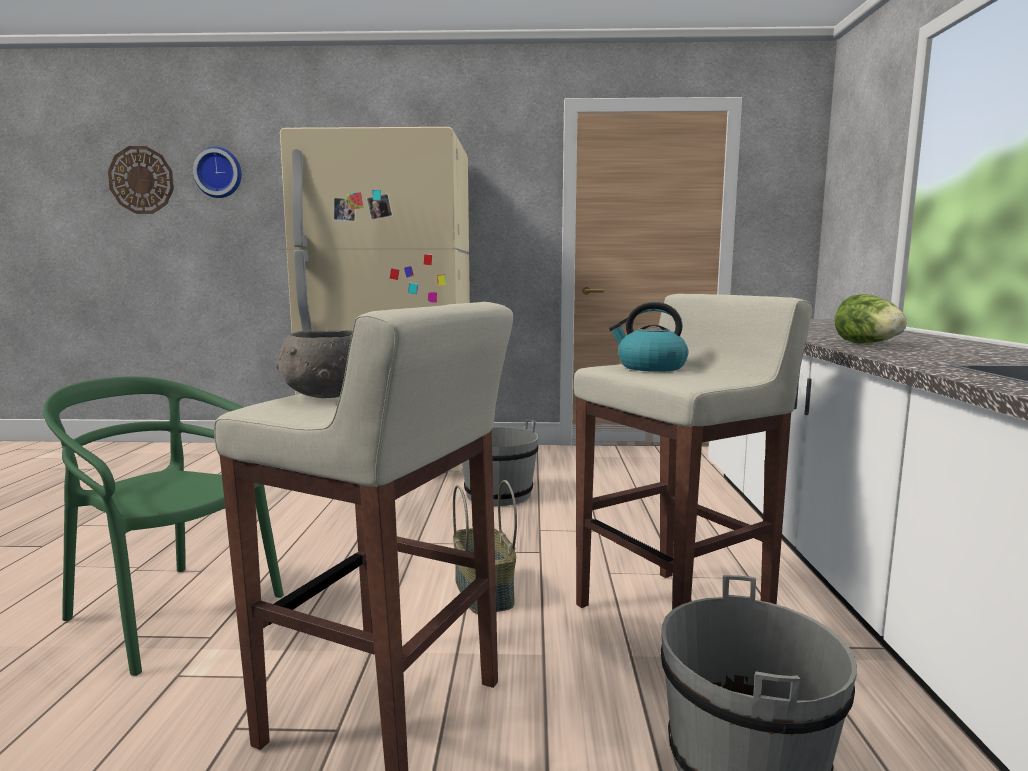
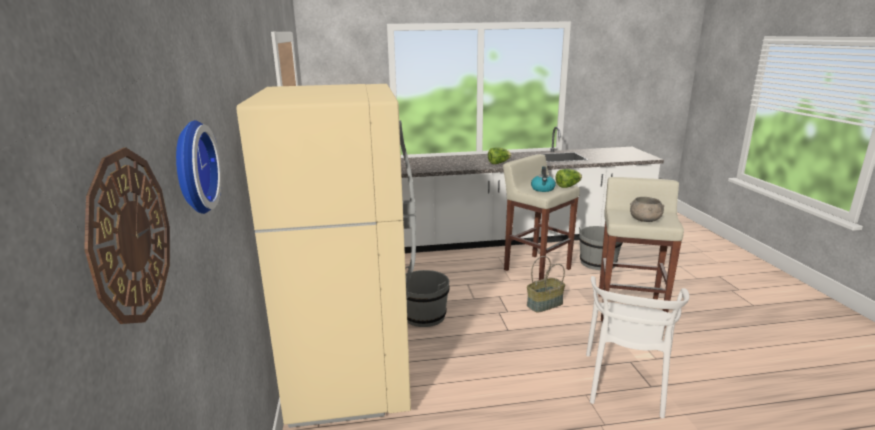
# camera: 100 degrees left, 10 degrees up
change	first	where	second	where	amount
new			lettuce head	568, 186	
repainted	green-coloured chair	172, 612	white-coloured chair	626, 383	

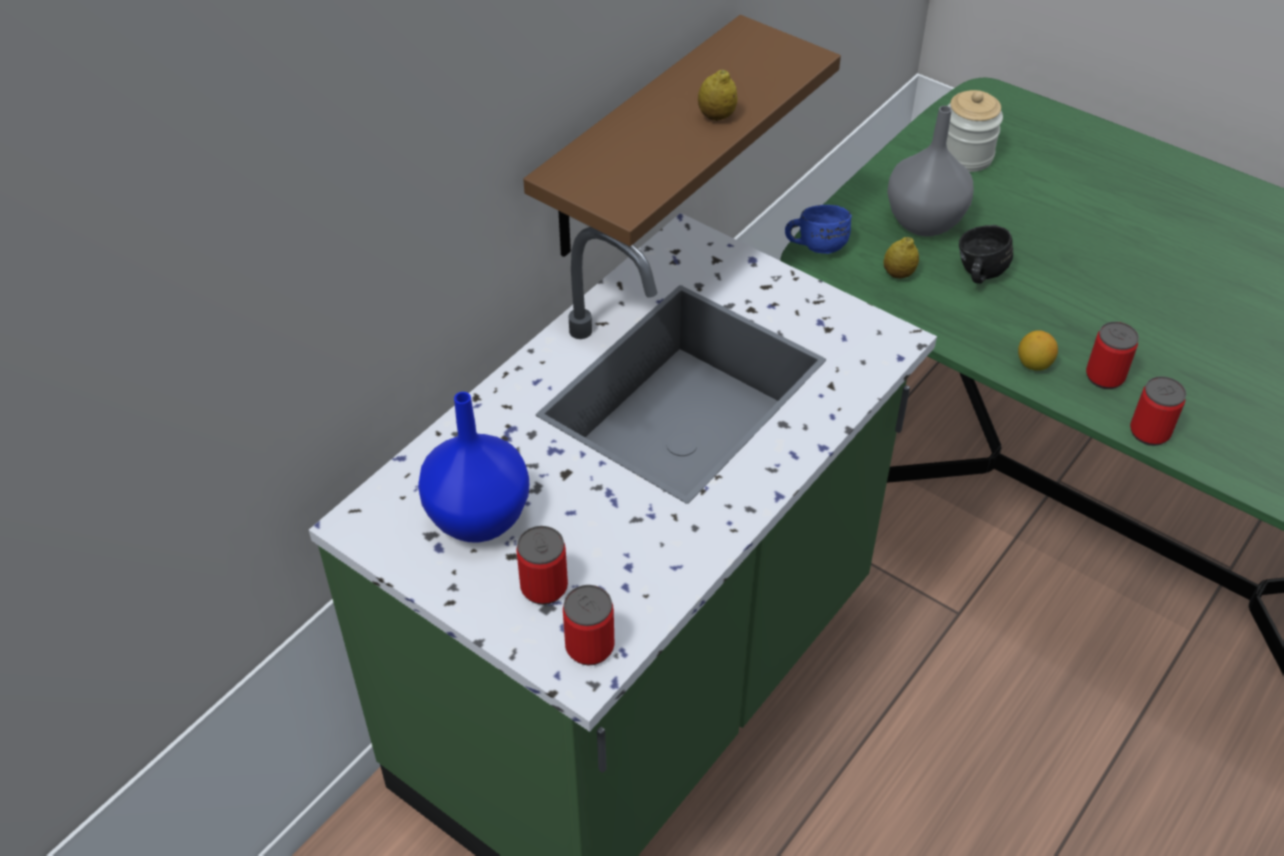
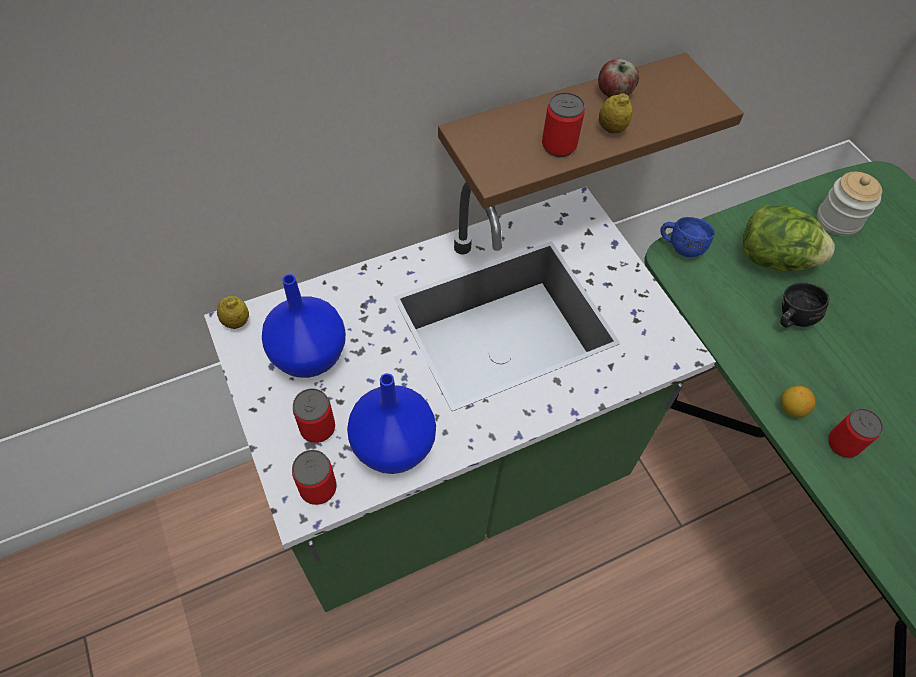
# camera: 25 degrees right, 10 degrees up
change	first	where	second	where	amount
new			blue vase	392, 445	
new			apple fruit	614, 94	
shifted	lemon	898, 274		236, 322	
shifted	metal can	1149, 432		559, 146	
swapped	greyish vase	922, 221	lettuce head	773, 259	

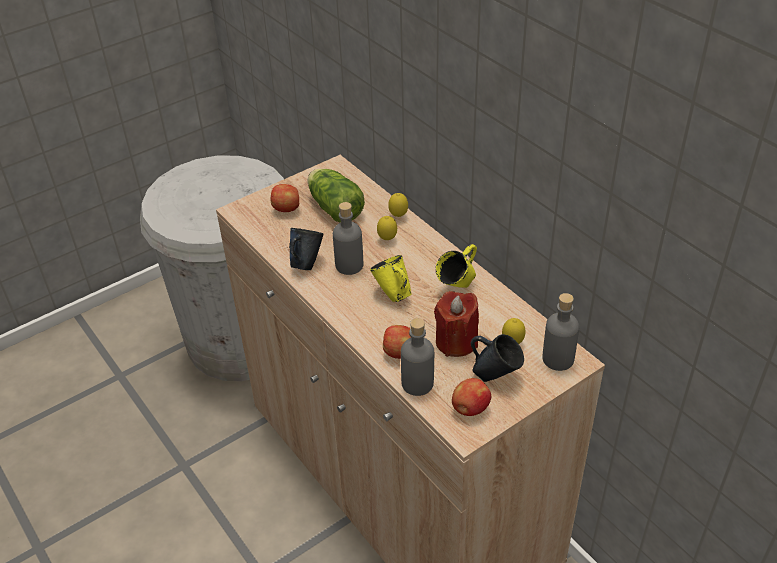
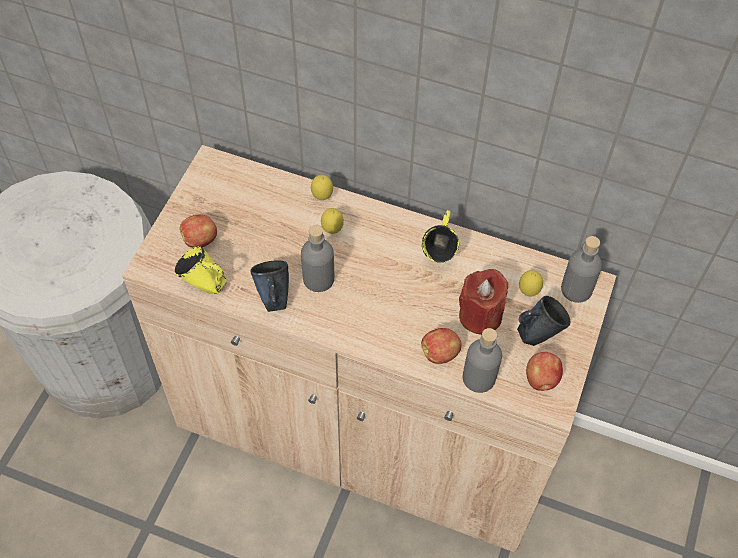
# camera: 35 degrees left, 15 degrees up
change	first	where	second	where	amount
gone	lettuce head	334, 207			
shifted	yellowish tea mug	393, 295		204, 285	

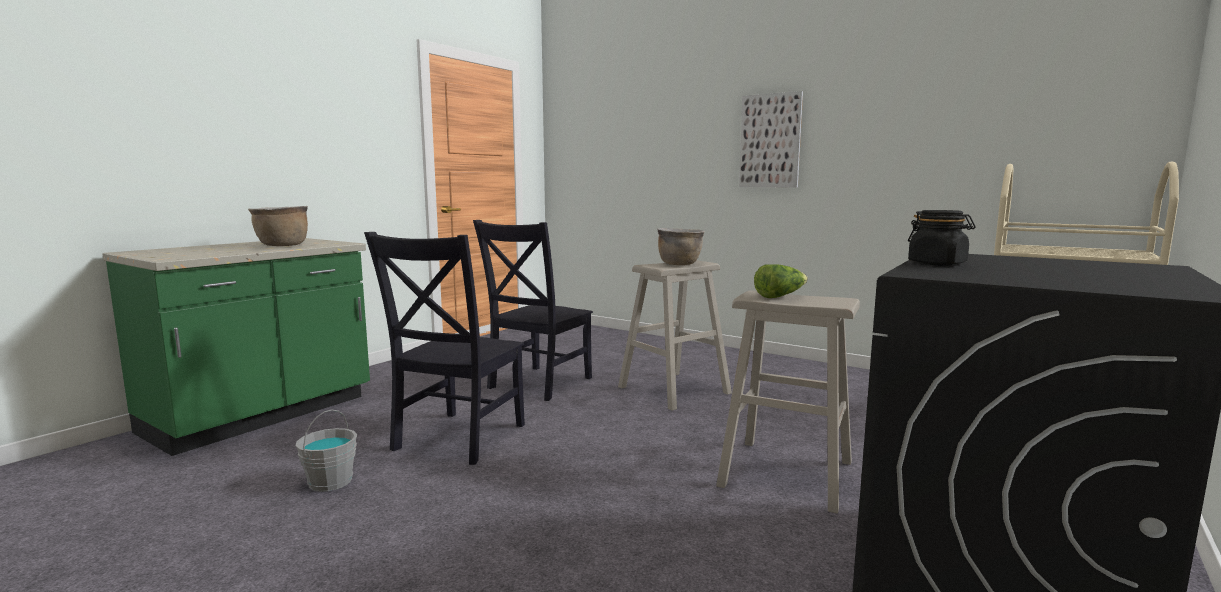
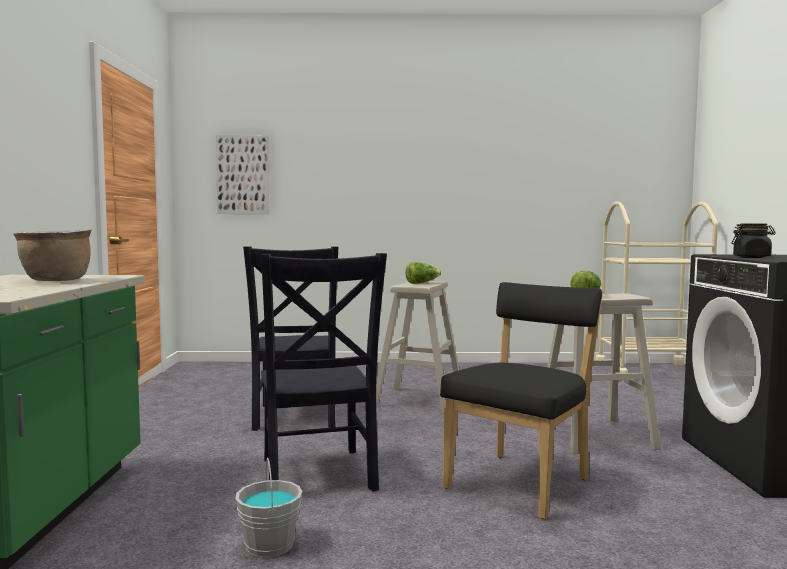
# camera: 35 degrees left, 5 degrees down
change	first	where	second	where	amount
new			black chair	522, 482	
shifted	wall art	770, 141		243, 175	
swapped	brown-coloured saucepot	679, 264	lettuce head	422, 283	

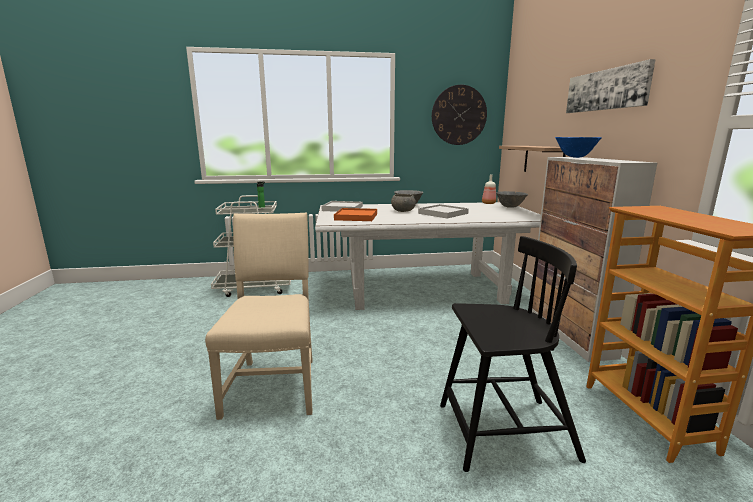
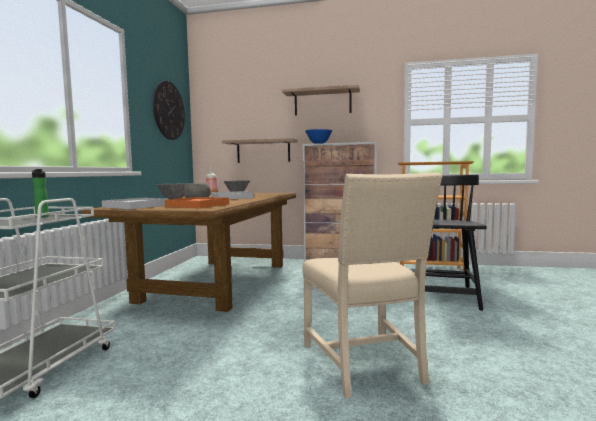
# camera: 70 degrees left, 10 degrees down
change	first	where	second	where	amount
swapped	wall art	606, 90	wall shelf	322, 102	
repainted	white-coloured dining table	423, 289	brown-coloured dining table	217, 282	
rotated	beige-coloured chair	274, 384		365, 364	120 degrees counterclockwise

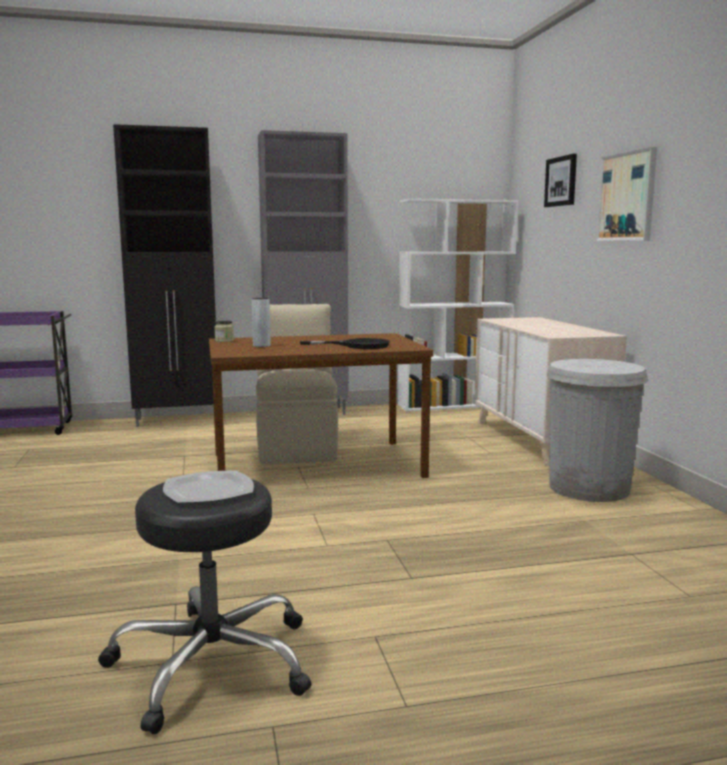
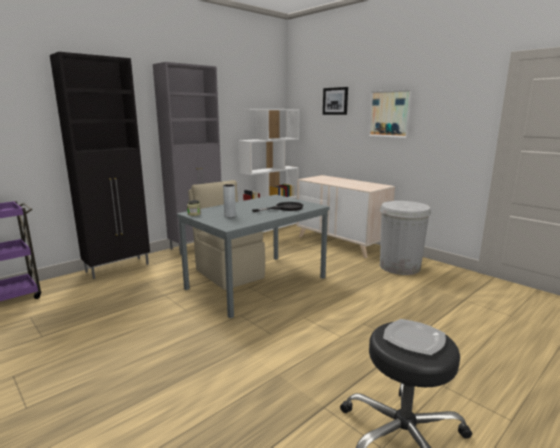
# camera: 30 degrees left, 5 degrees up
change	first	where	second	where	amount
repainted	brown-coloured dining table	317, 464	greyish dining table	257, 282	

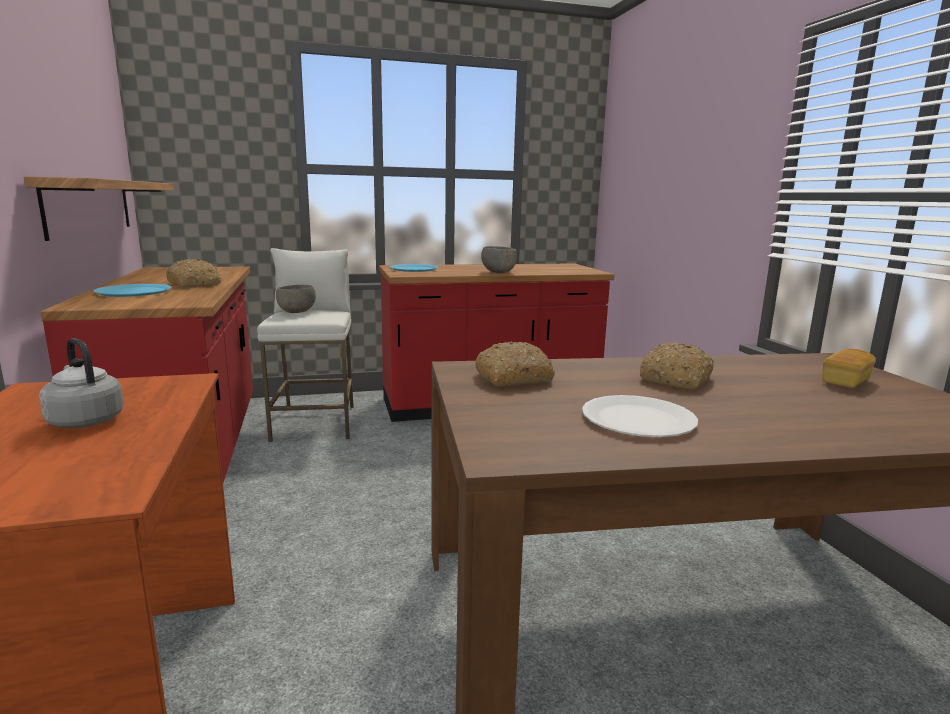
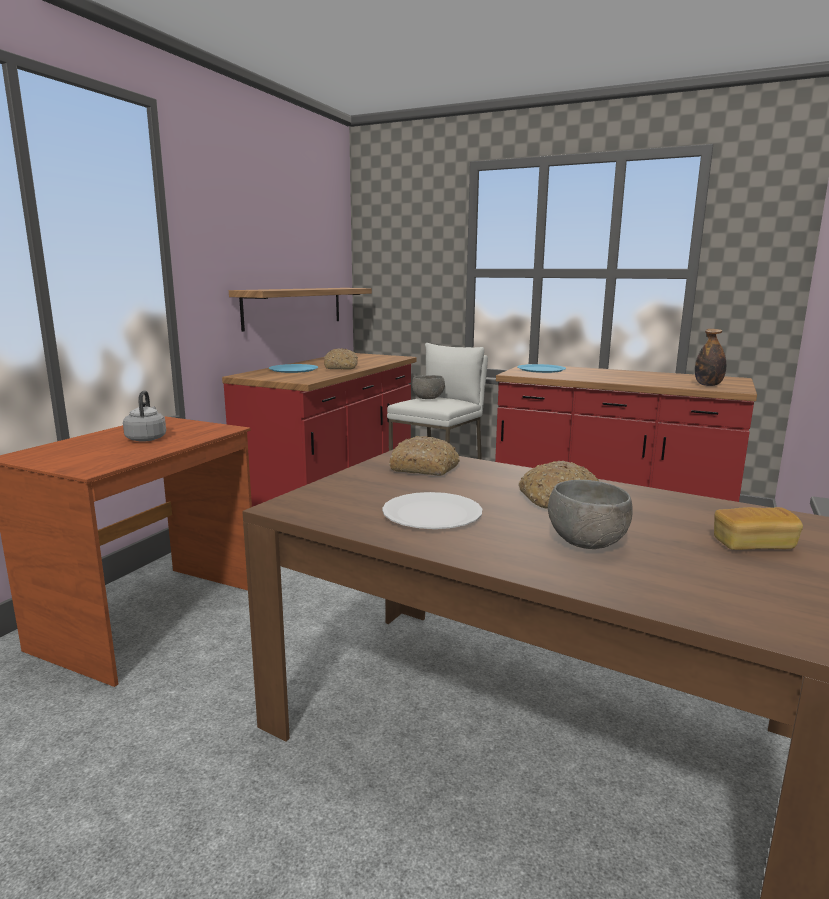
# camera: 40 degrees right, 0 degrees up
change	first	where	second	where	amount
new			beverage bottle	708, 385	
shifted	greyish bowl	498, 272		586, 544	

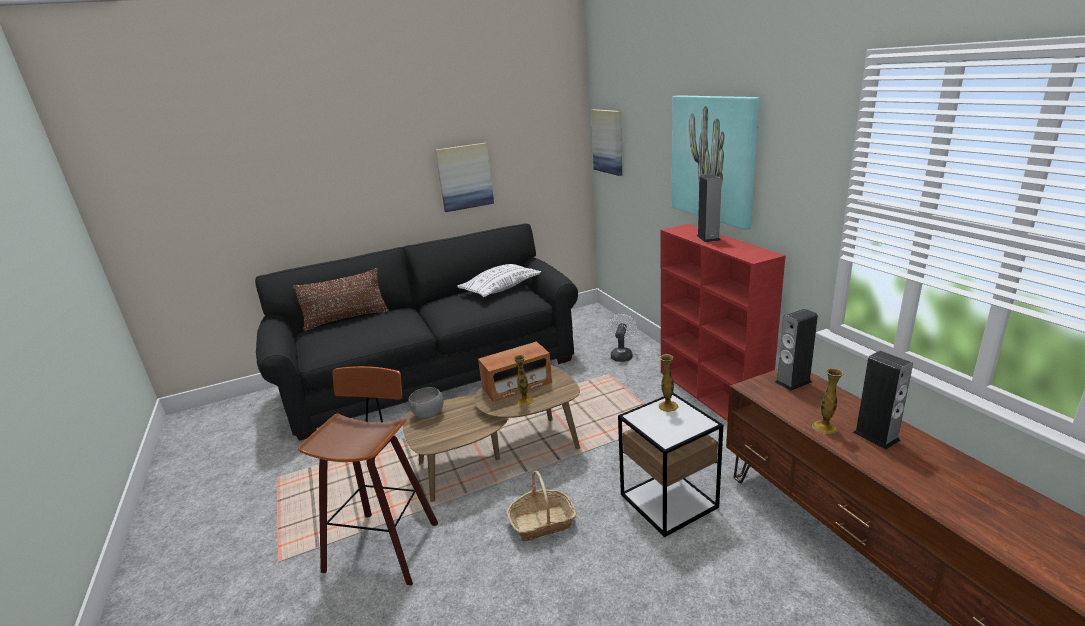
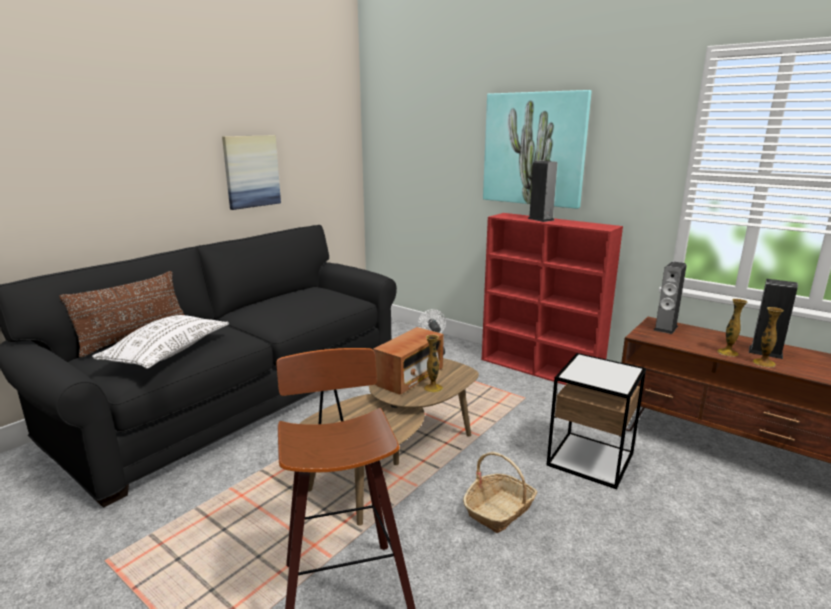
# camera: 30 degrees left, 5 degrees down
change	first	where	second	where	amount
gone	greyish bowl	428, 415			
gone	wall art	608, 141			
shifted	white-coloured pillow	501, 288		168, 353	
shifted	vase	668, 406		764, 363	

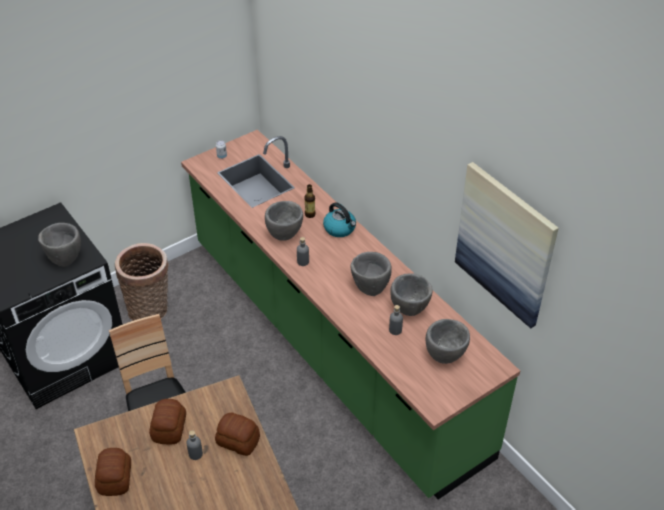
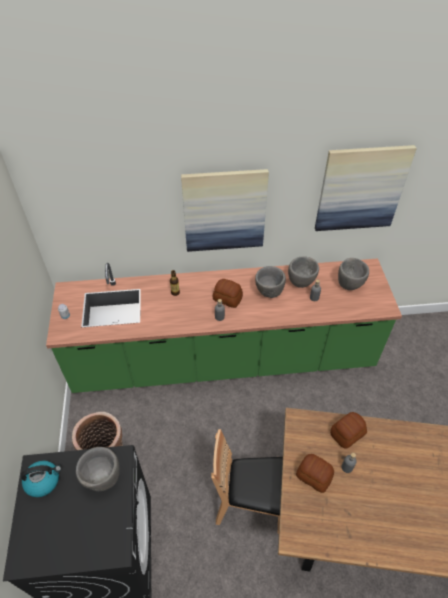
# camera: 60 degrees left, 5 degrees up
change	first	where	second	where	amount
gone	greyish bowl	284, 235			
new			wall art	224, 211	
shifted	bread	115, 478		227, 298	
shifted	kettle	340, 228		43, 481	

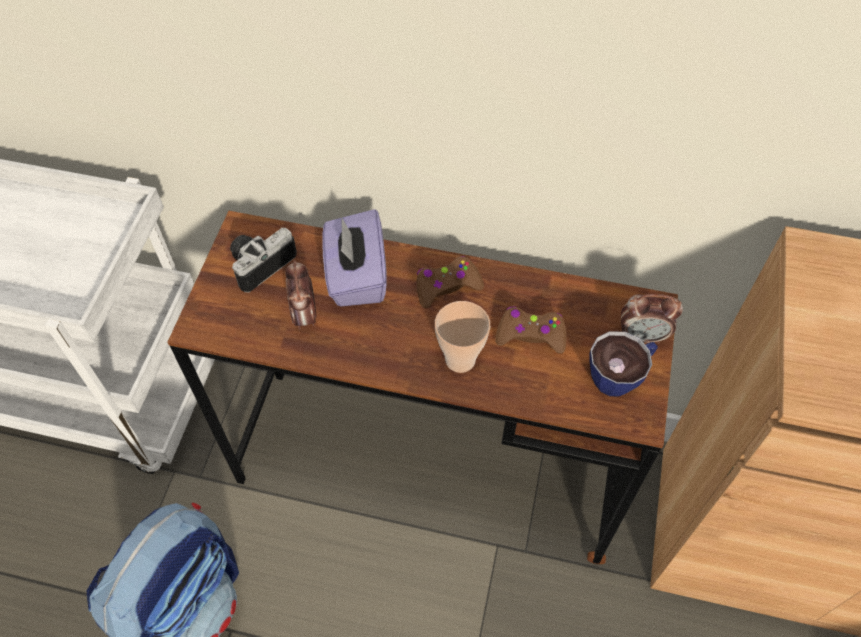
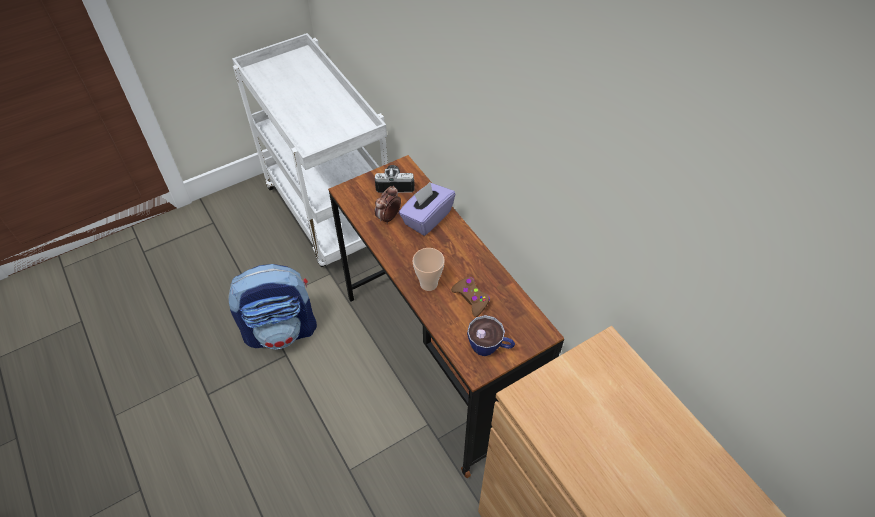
# camera: 45 degrees right, 5 degrees down
change	first	where	second	where	amount
gone	brown-coloured game controller	447, 286			
gone	bedside clock	642, 336			

